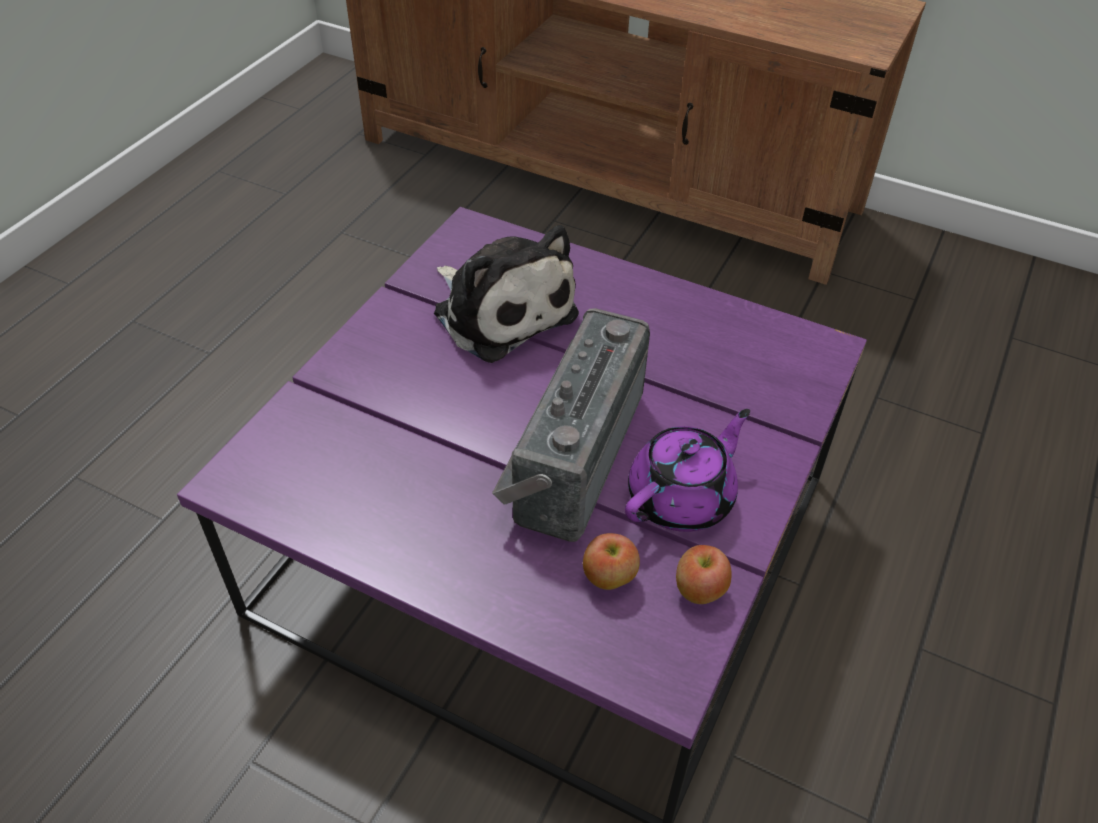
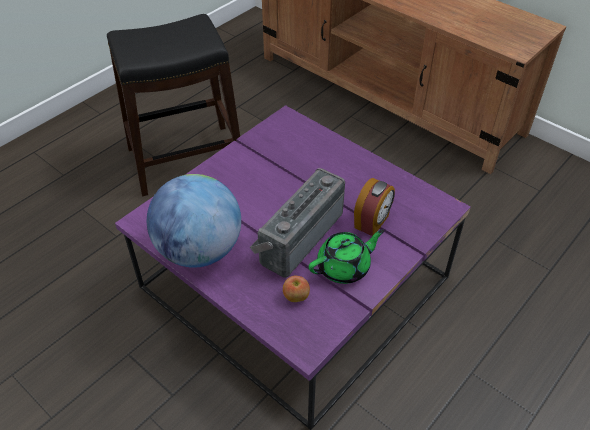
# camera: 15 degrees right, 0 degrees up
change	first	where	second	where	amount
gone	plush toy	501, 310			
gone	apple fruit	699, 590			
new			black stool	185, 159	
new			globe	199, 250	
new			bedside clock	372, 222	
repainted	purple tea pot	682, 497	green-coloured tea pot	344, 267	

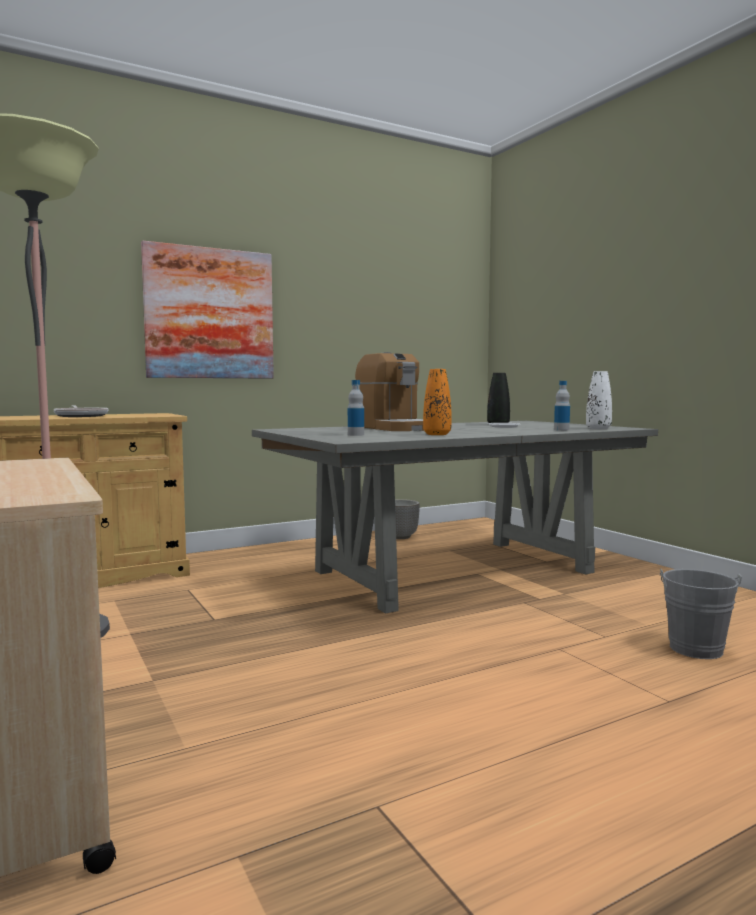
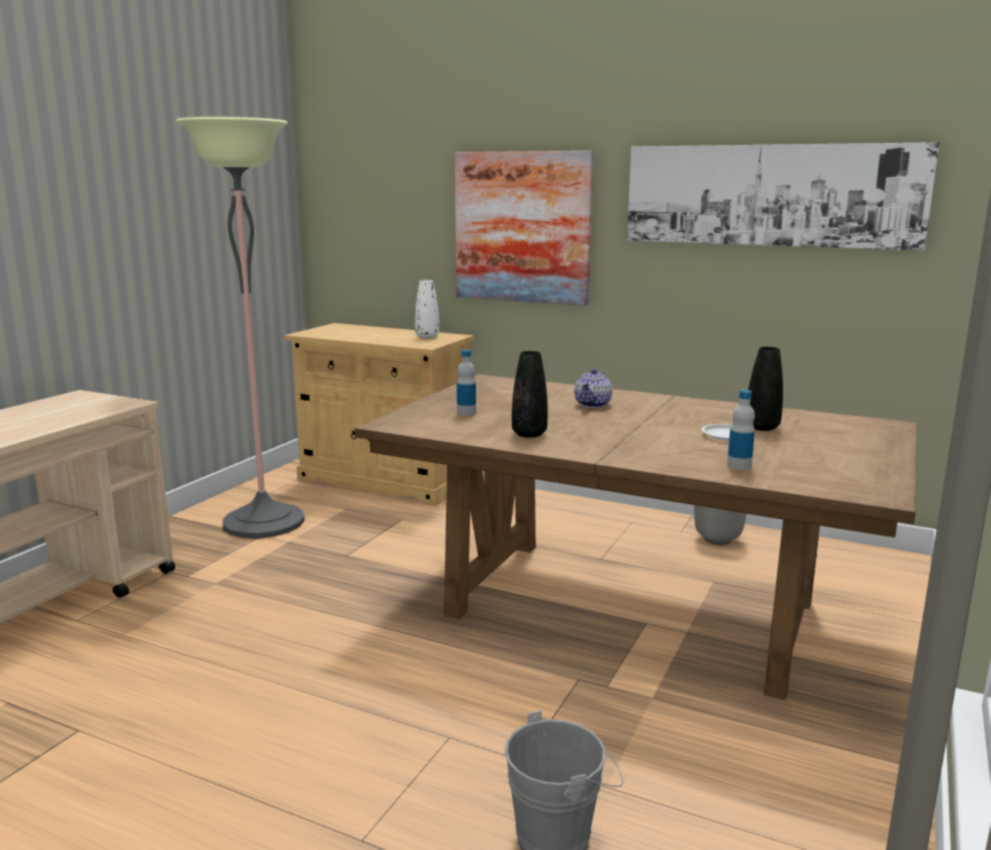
# camera: 55 degrees right, 10 degrees up
change	first	where	second	where	amount
gone	skillet	81, 416			
new			wall art	770, 195	
shifted	white-coloured vase	598, 428		427, 336	
swapped	coffee maker	394, 428	tea pot	593, 404	
repainted	greyish dining table	452, 572	brown-coloured dining table	628, 608	
repainted	orange-coloured vase	437, 434	black vase	529, 434	

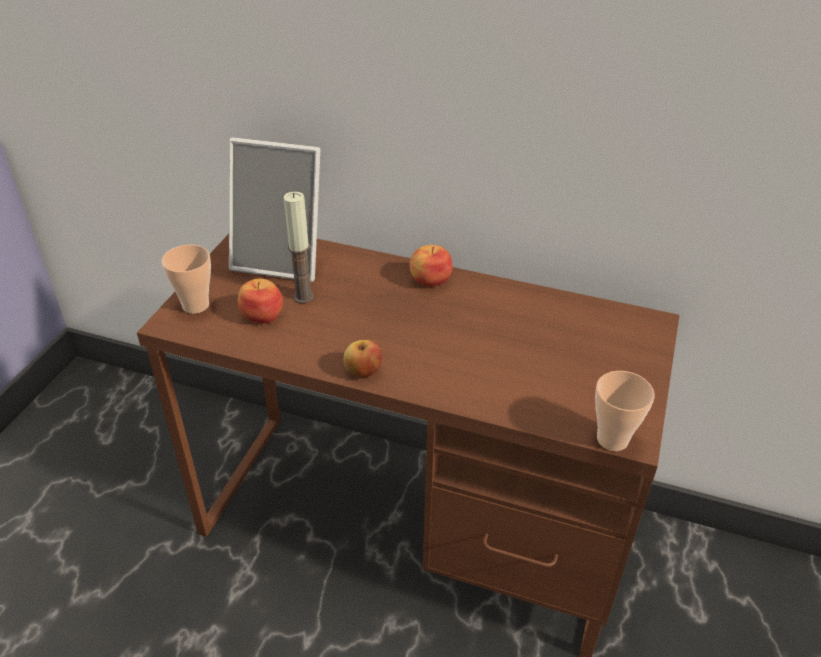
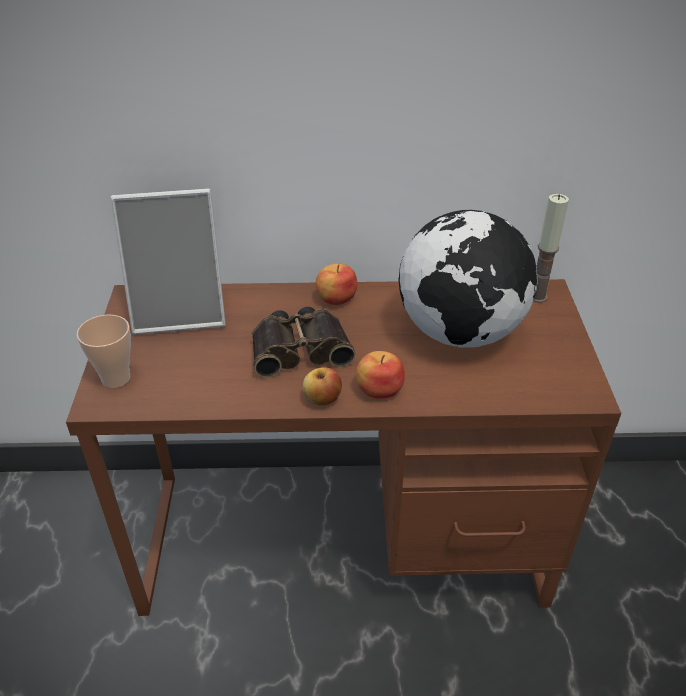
# camera: 20 degrees left, 0 degrees up
change	first	where	second	where	amount
gone	drinking cup	612, 439			
new			binoculars	300, 348	
new			globe	460, 333	
shifted	apple fruit	262, 315		379, 389	
shifted	wax light	303, 297		537, 296	

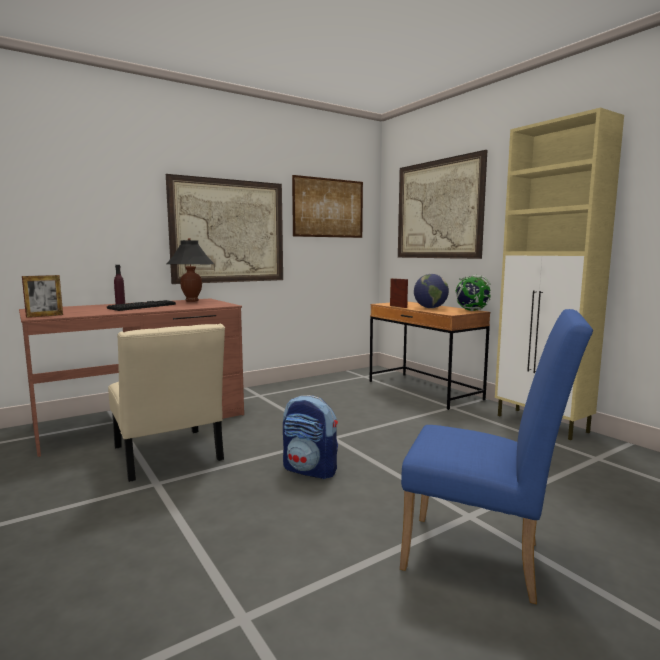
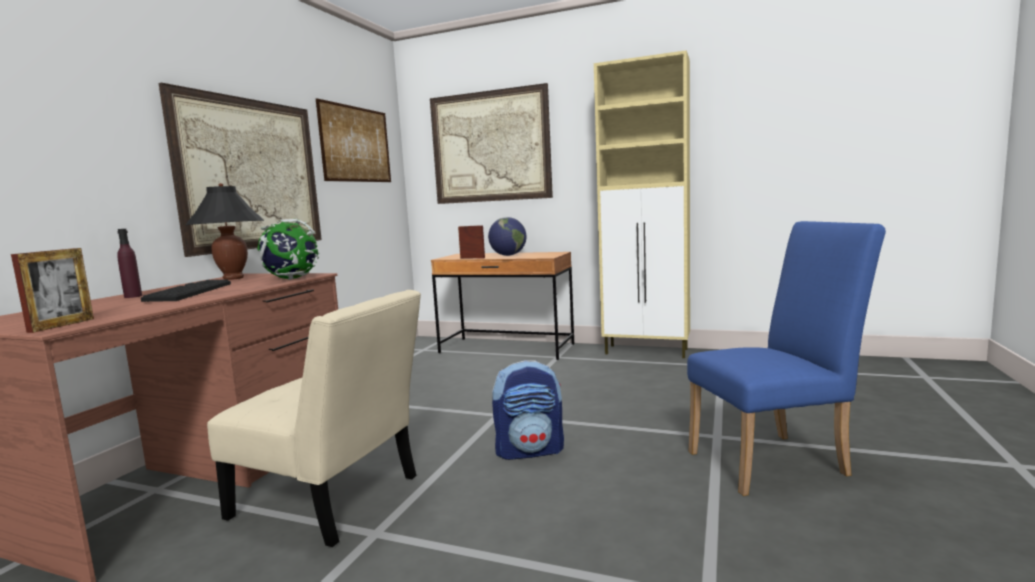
# camera: 35 degrees left, 0 degrees up
change	first	where	second	where	amount
shifted	globe	471, 310		291, 278	

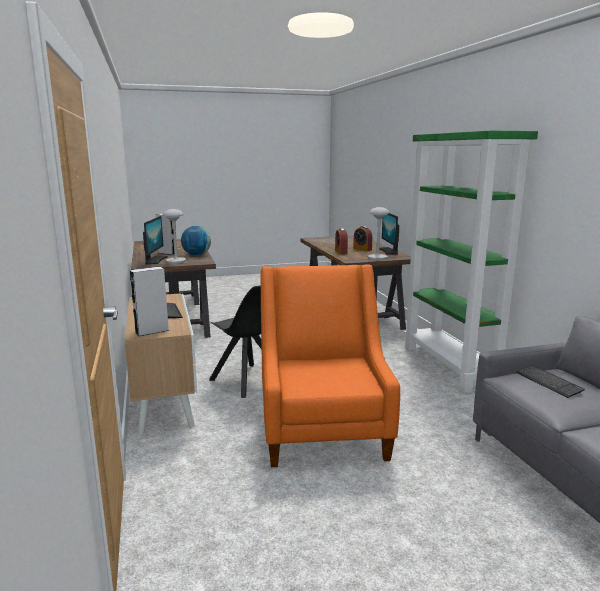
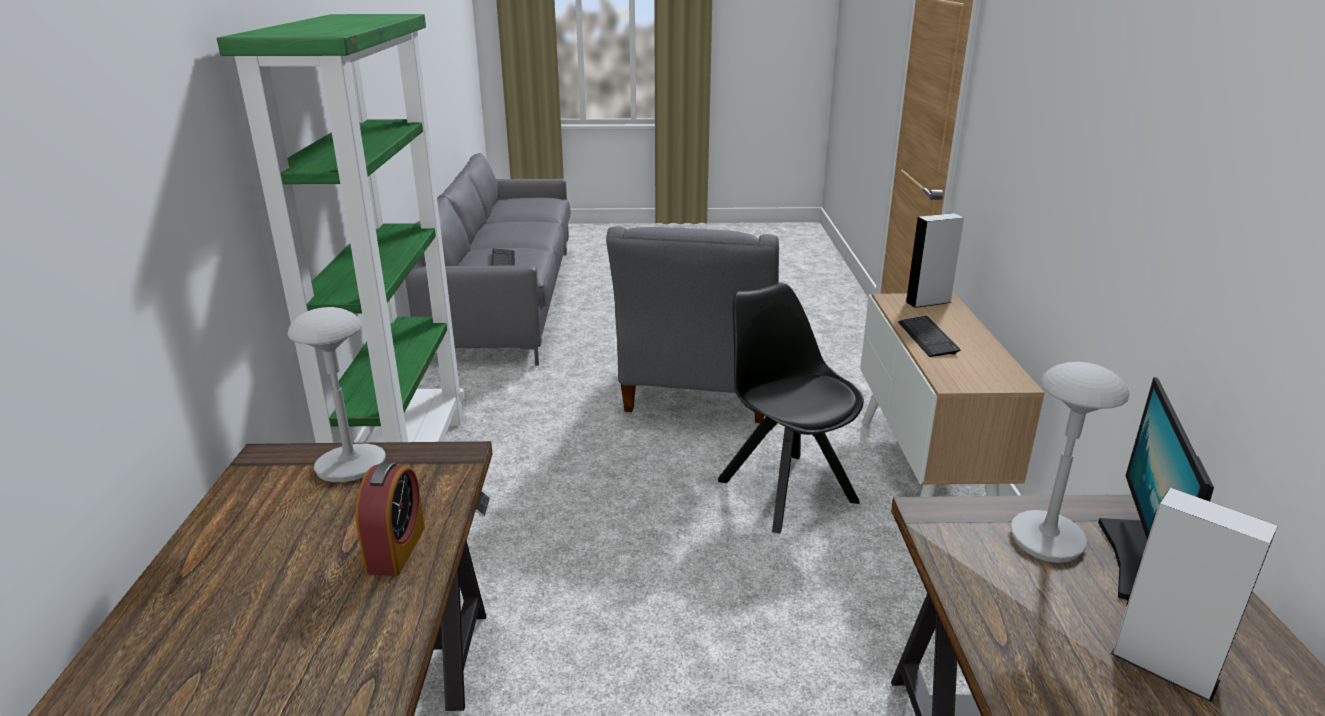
# camera: 165 degrees left, 10 degrees up
change	first	where	second	where	amount
gone	globe	196, 255			
gone	bedside clock	362, 249			
gone	computer display	389, 251			
repainted	orange-coloured armchair	323, 430	greyish armchair	698, 396	

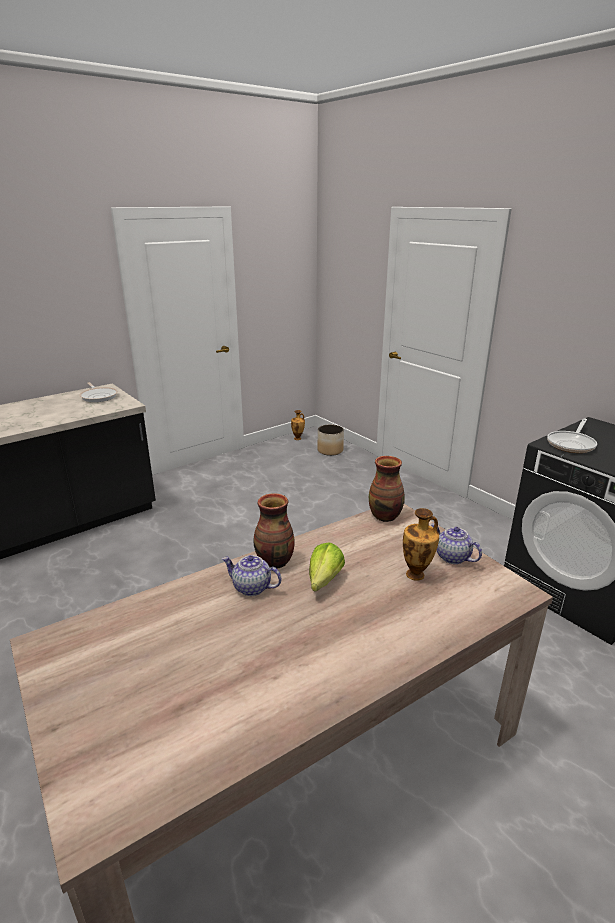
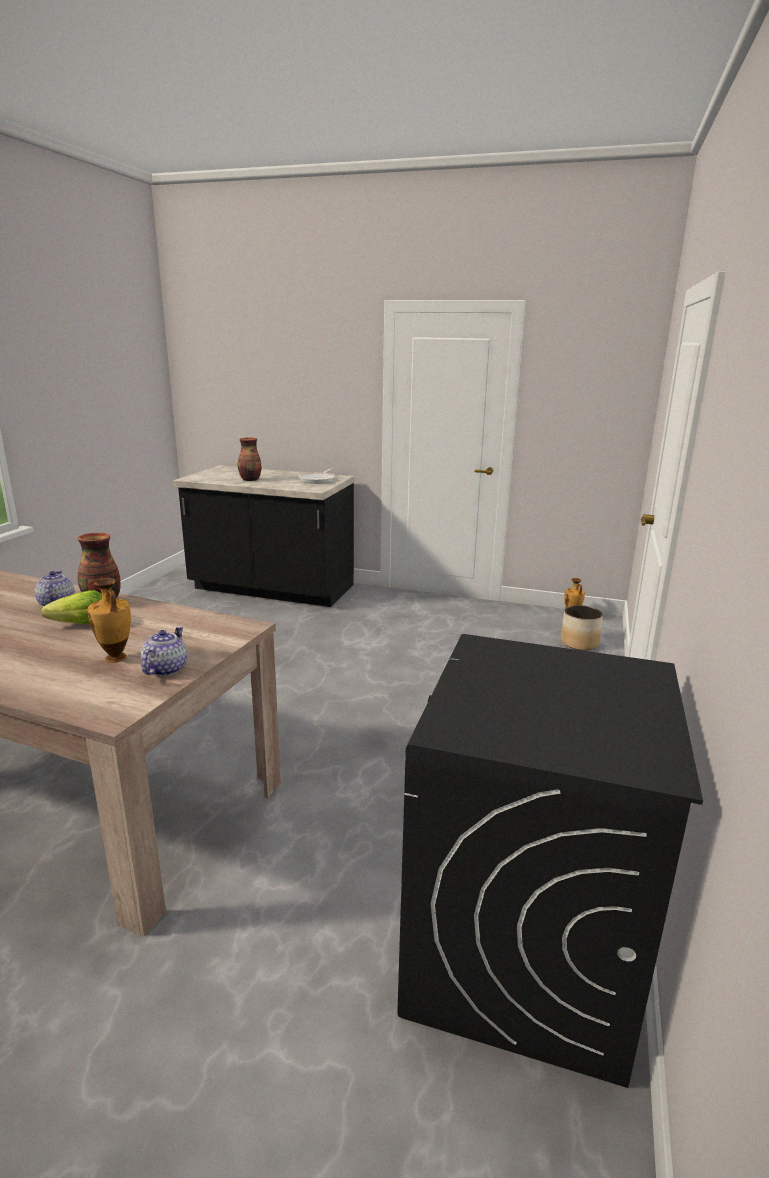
# camera: 55 degrees right, 5 degrees down
change	first	where	second	where	amount
gone	skillet	572, 444			
shifted	vase	385, 516		250, 480	

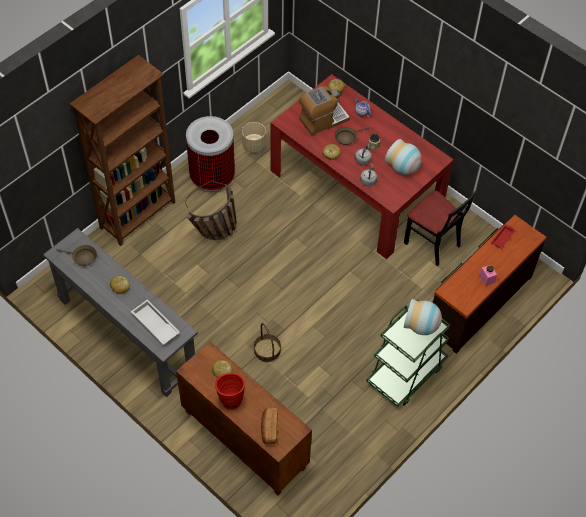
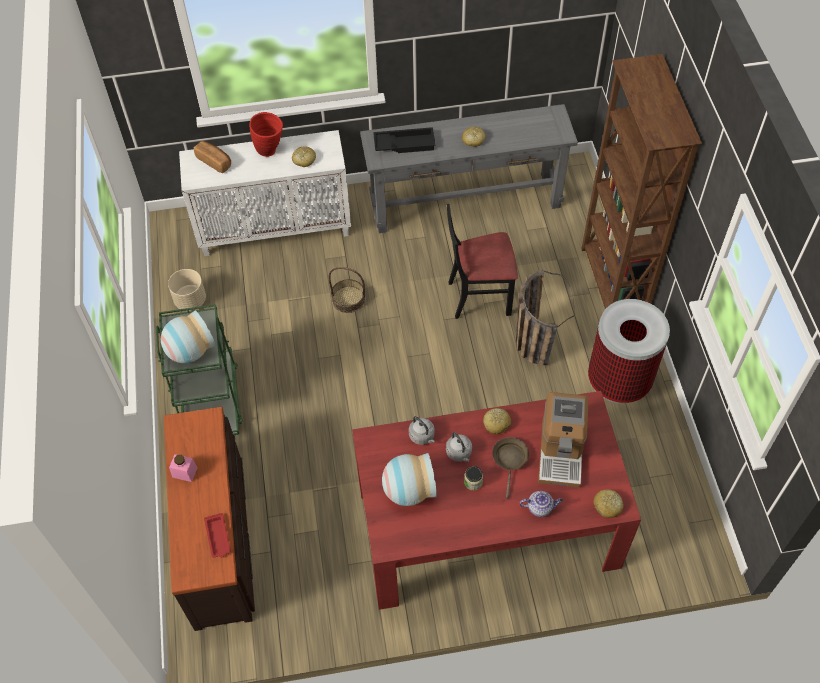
# camera: 130 degrees right, 0 degrees up
change	first	where	second	where	amount
gone	brown-coloured skillet	82, 257			
shifted	beige-coloured flower pot	254, 145		190, 300	
shifted	black chair	432, 243		479, 296	
repainted	white-coloured carrying tray	154, 325	black carrying tray	404, 143	
repainted	brown-coloured cupboard	243, 440	white-coloured cupboard	275, 228	

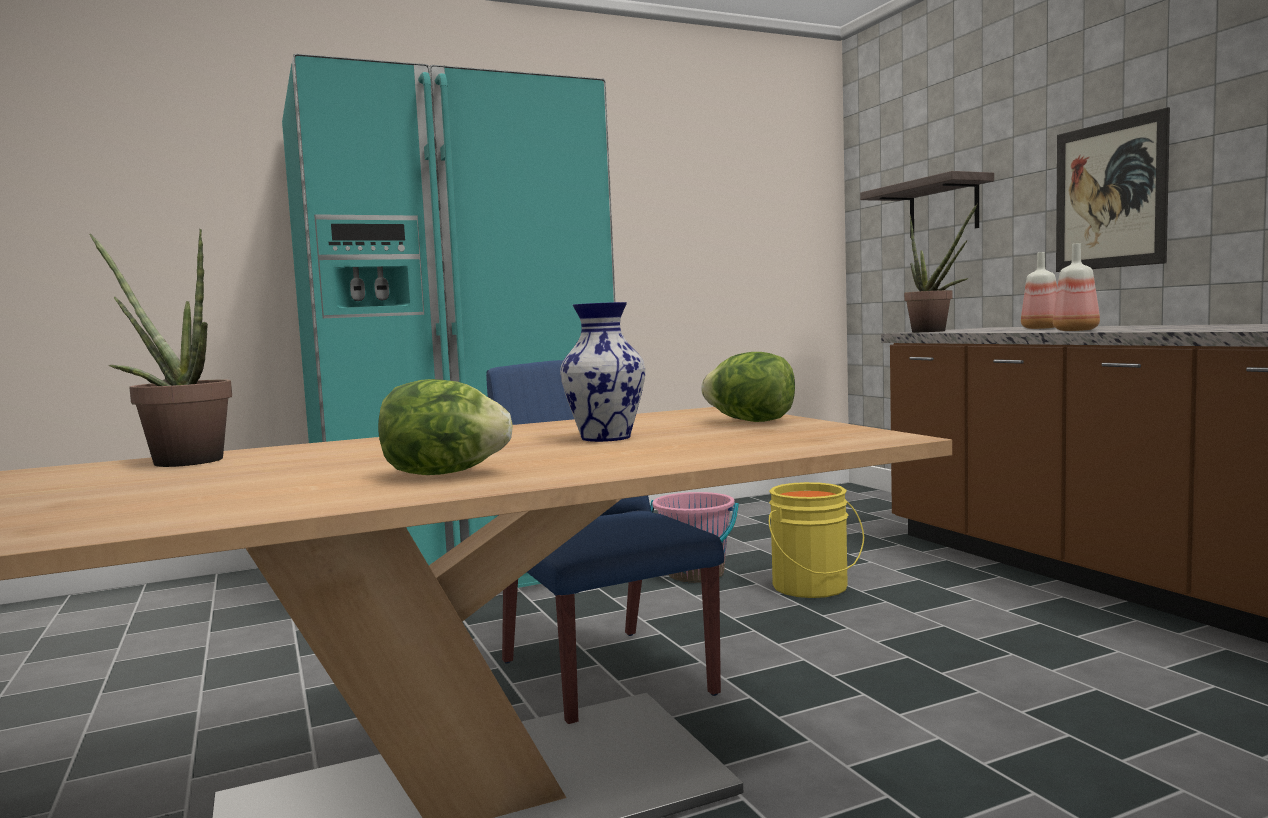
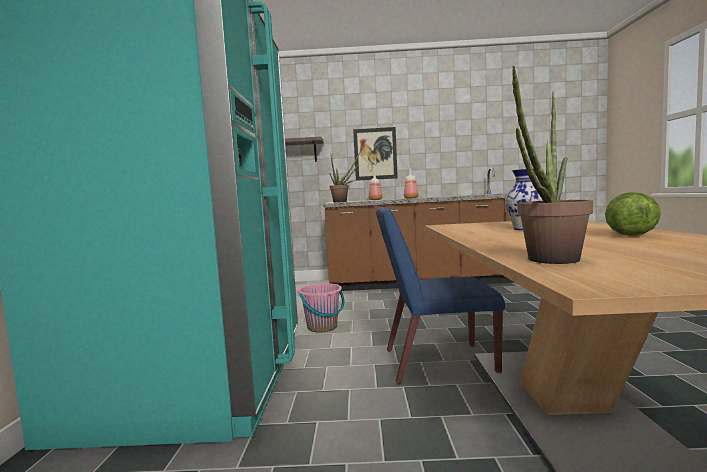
# camera: 65 degrees left, 0 degrees up
change	first	where	second	where	amount
gone	lettuce head	751, 421			
gone	yellowish bucket	812, 588			

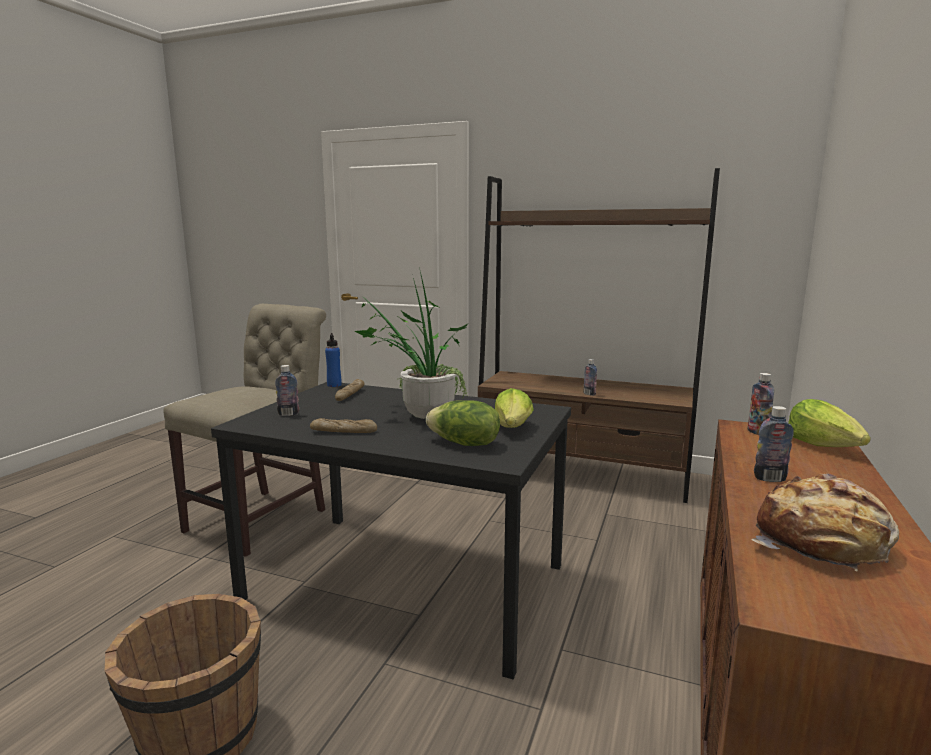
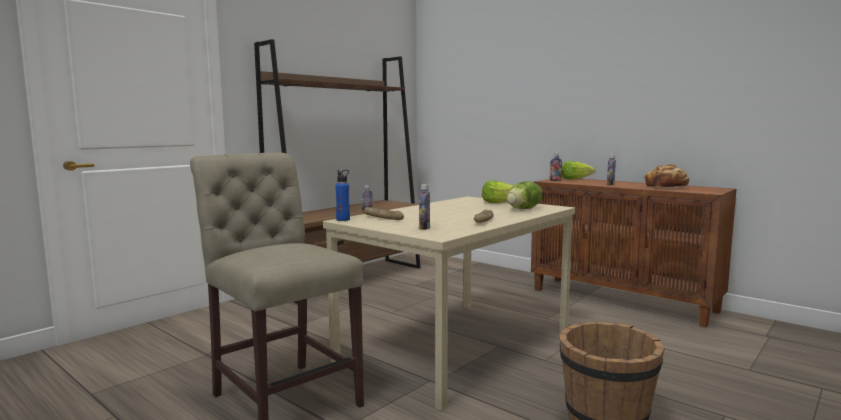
# camera: 70 degrees left, 5 degrees down
change	first	where	second	where	amount
gone	potted plant	419, 415			
repainted	black dining table	408, 581	beige-coloured dining table	456, 345	

